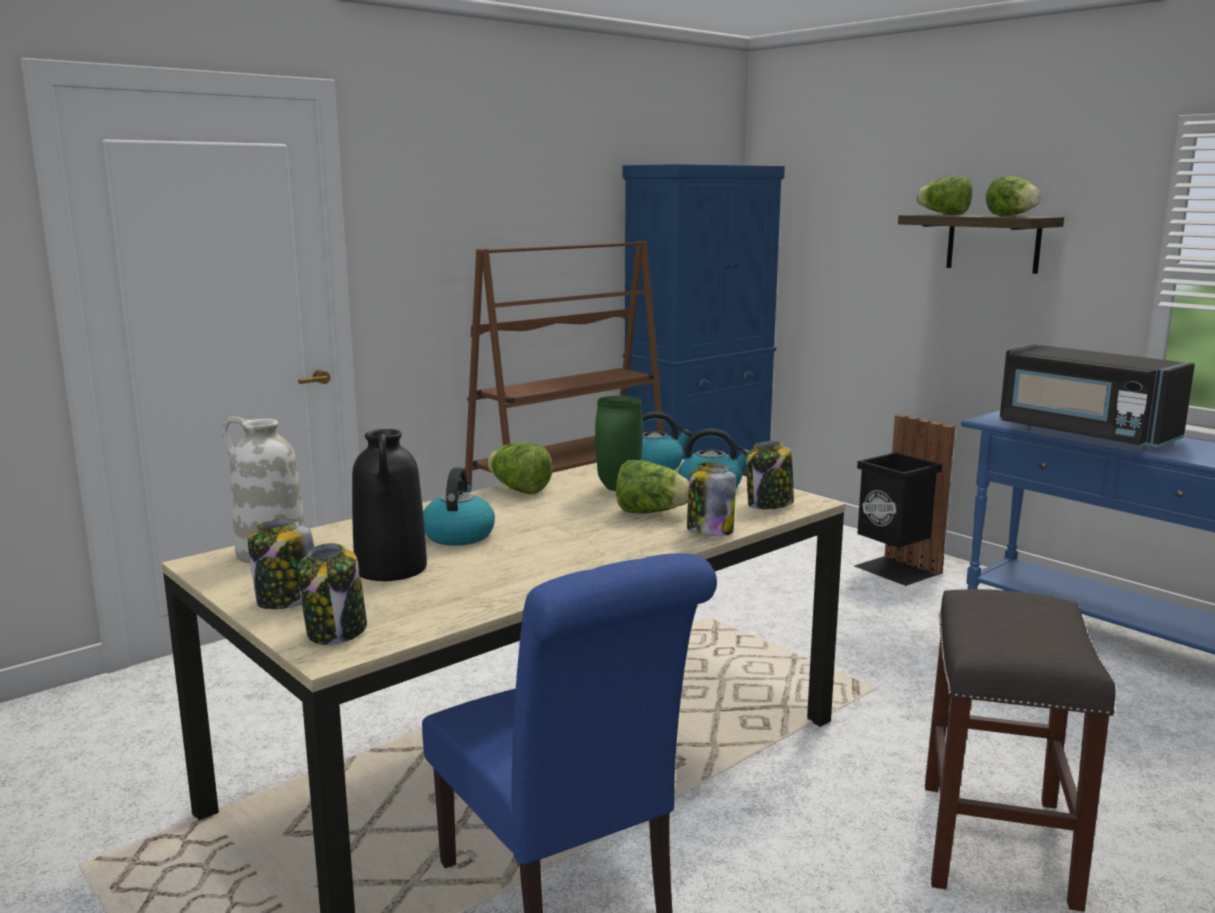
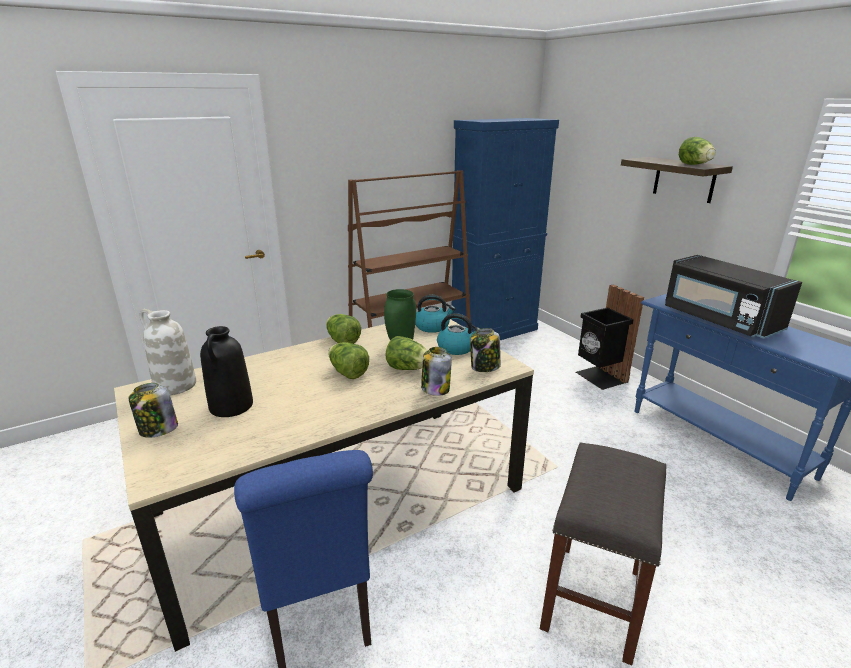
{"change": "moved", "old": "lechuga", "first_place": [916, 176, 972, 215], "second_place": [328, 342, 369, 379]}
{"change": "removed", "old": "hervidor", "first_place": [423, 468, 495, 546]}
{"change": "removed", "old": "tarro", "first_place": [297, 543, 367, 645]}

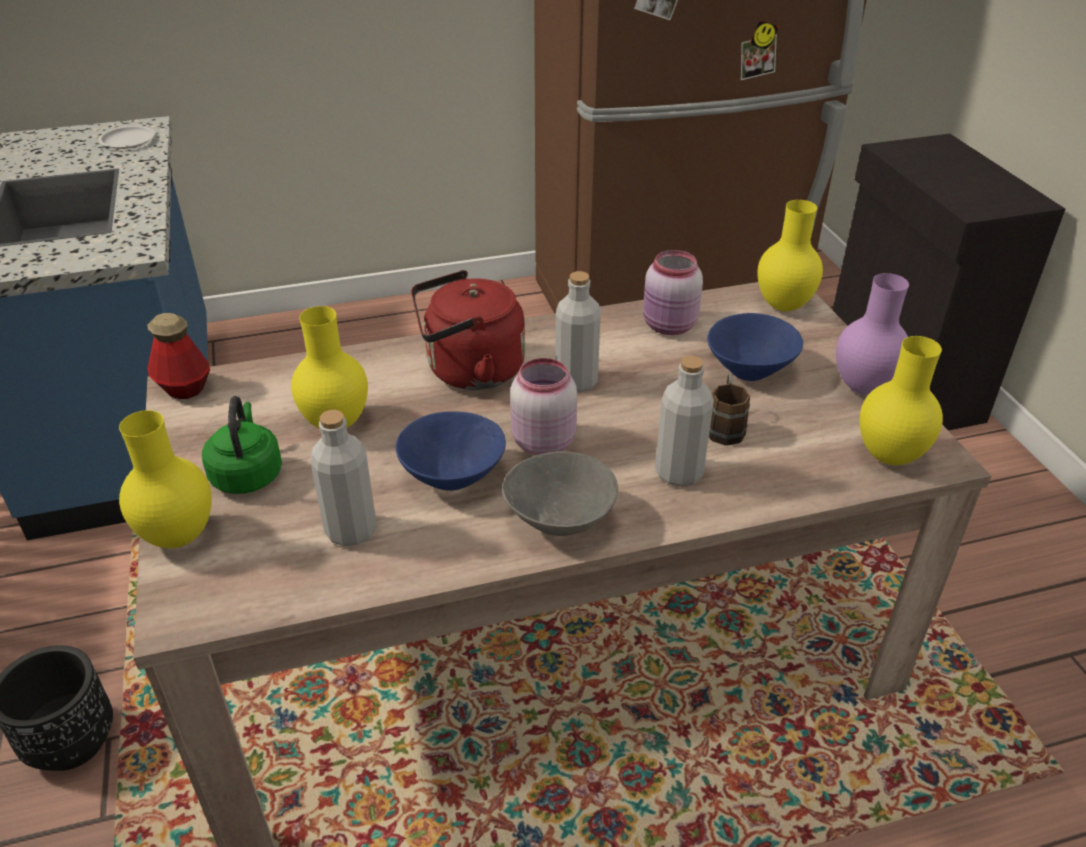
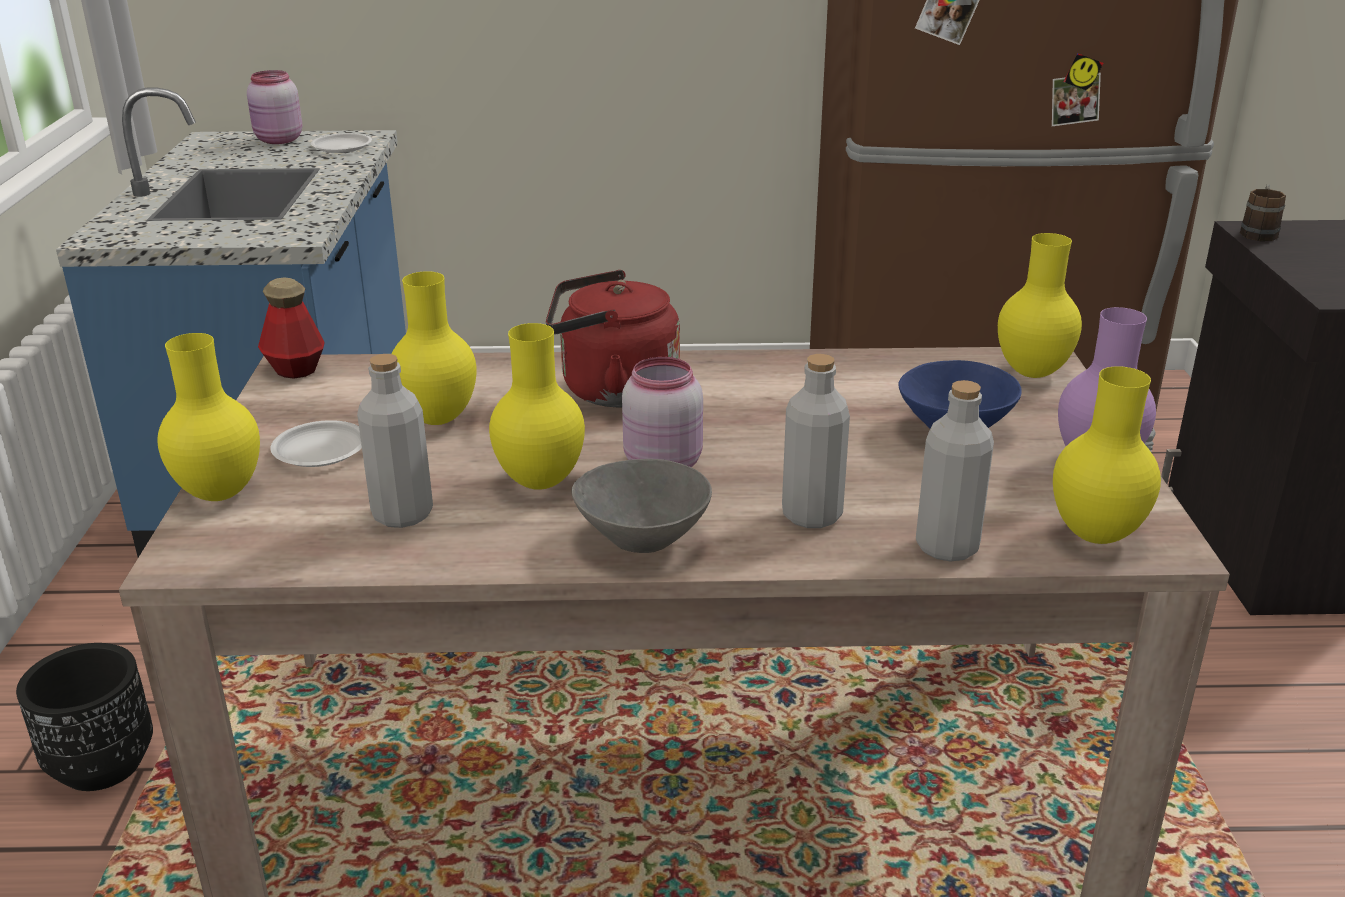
{"change": "moved", "old": "tarro (rosa)", "first_place": [643, 250, 703, 335], "second_place": [247, 70, 302, 144]}
{"change": "moved", "old": "botella (gris)", "first_place": [555, 271, 601, 393], "second_place": [916, 380, 994, 562]}
{"change": "moved", "old": "taza grande (marrón)", "first_place": [709, 374, 750, 446], "second_place": [1240, 185, 1286, 241]}
{"change": "replaced", "old": "hervidor (verde)", "new": "plato (blanco)", "first_place": [202, 396, 282, 494], "second_place": [271, 420, 362, 467]}
{"change": "replaced", "old": "cuenco (azul)", "new": "florero (amarillo)", "first_place": [396, 411, 506, 491], "second_place": [489, 323, 585, 490]}

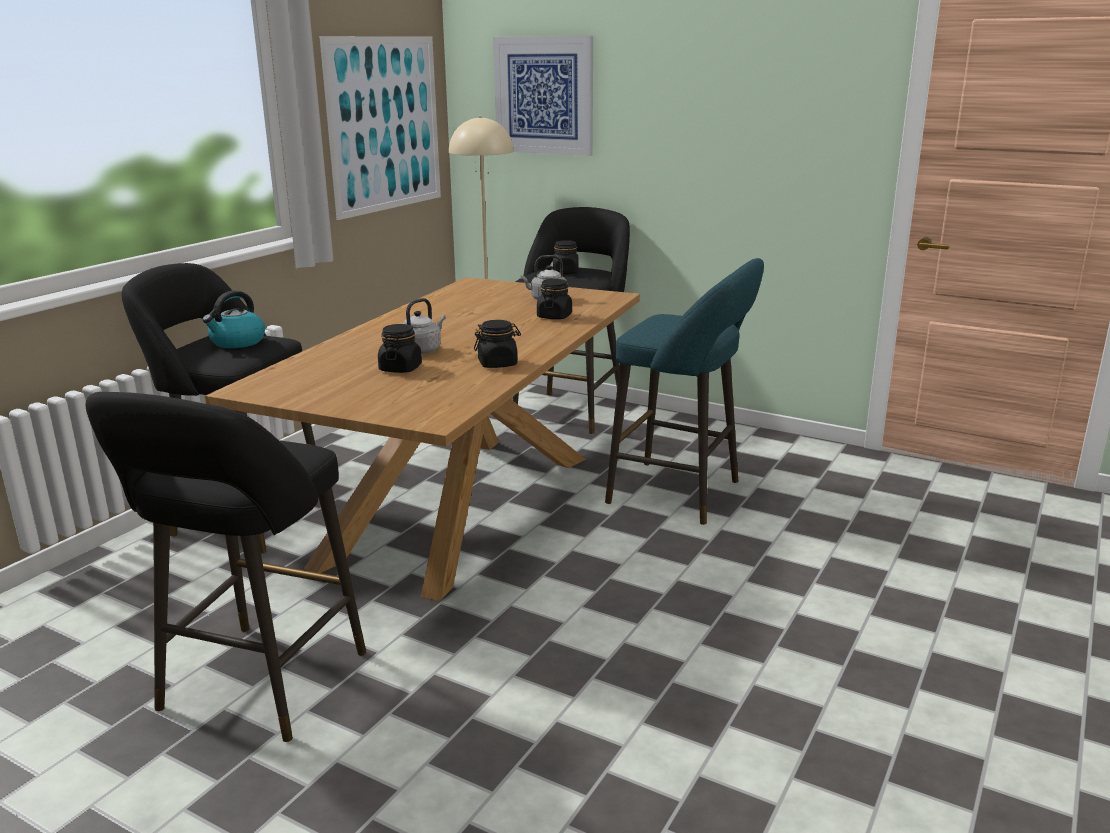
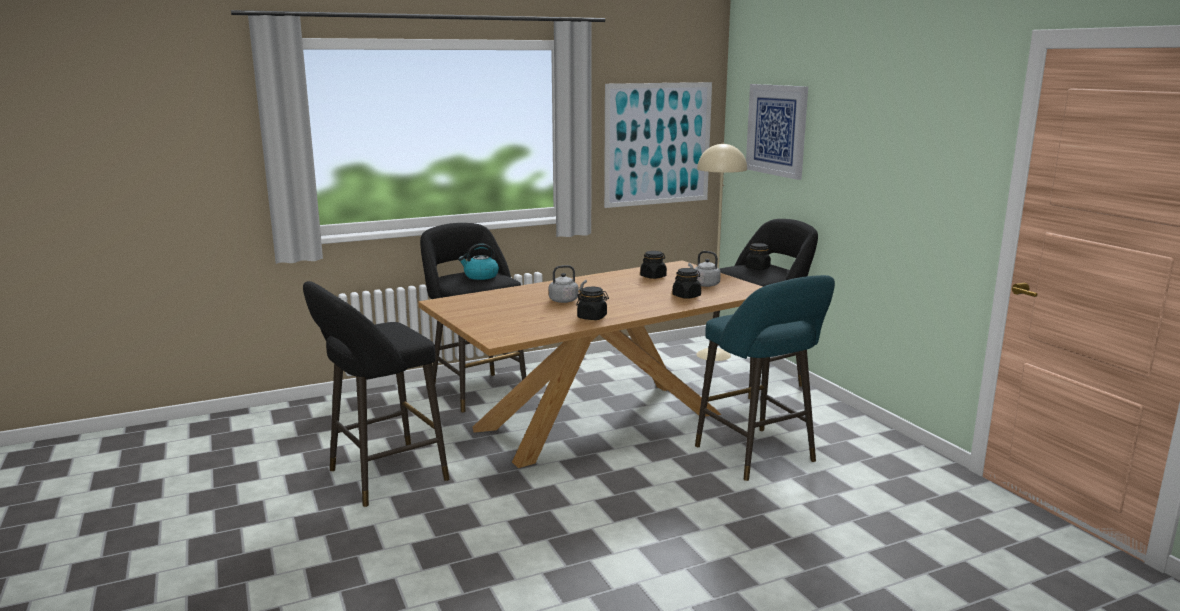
{"change": "moved", "old": "tarro (negro)", "first_place": [378, 324, 422, 373], "second_place": [640, 251, 667, 279]}

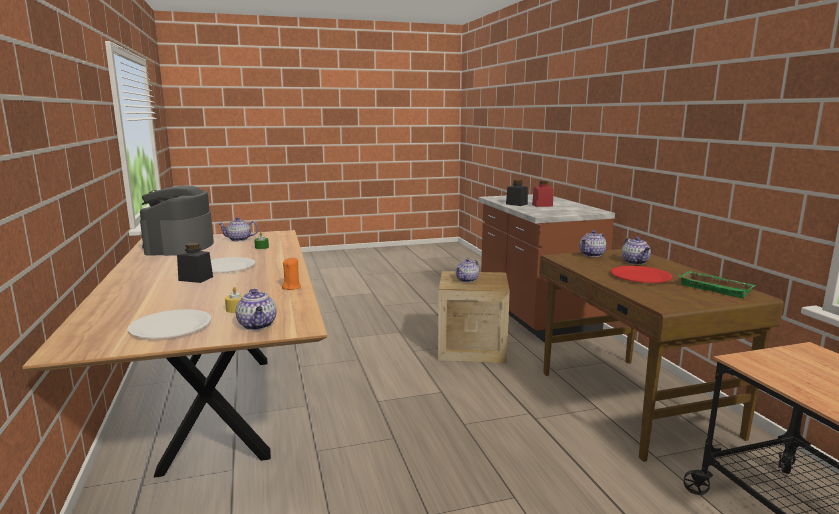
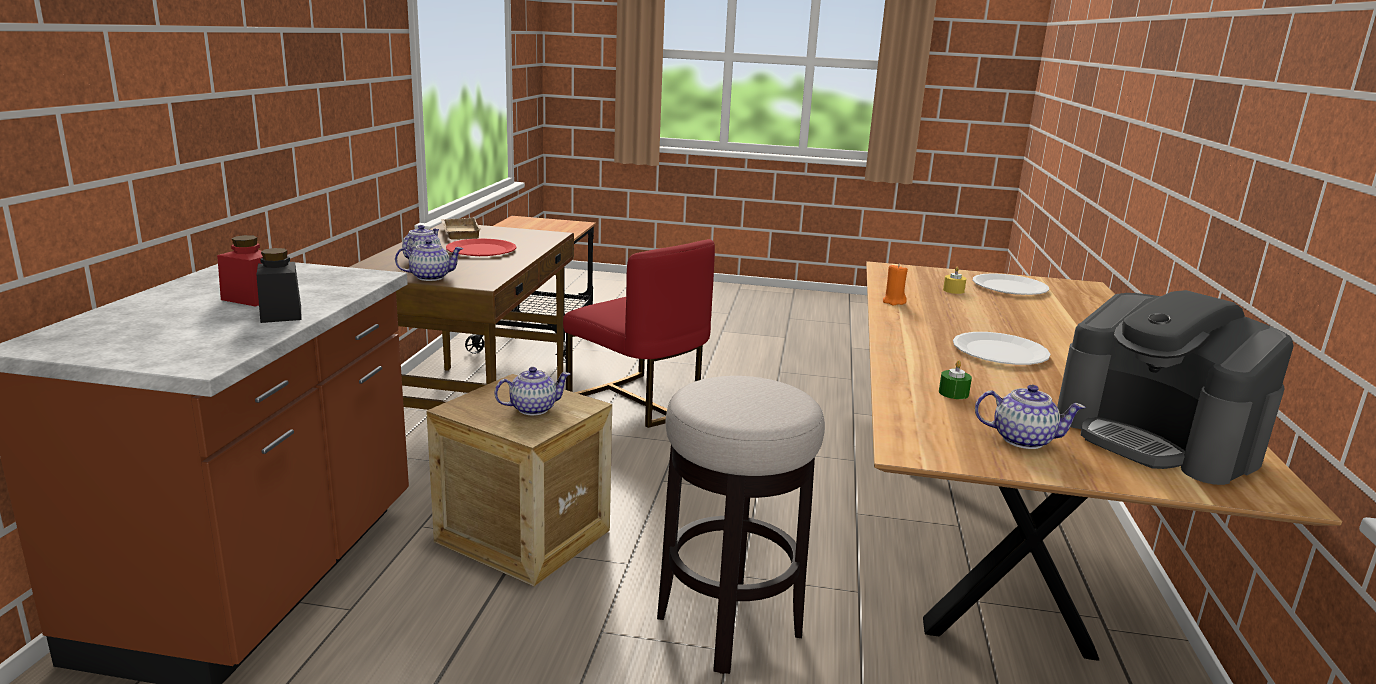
{"change": "turned", "old": "cafetera", "first_place": [140, 185, 214, 256], "second_place": [1057, 290, 1294, 485], "degrees": 120}
{"change": "removed", "old": "tarro (negro)", "first_place": [177, 243, 213, 283]}
{"change": "recoloured", "old": "bandeja (verde)", "new": "bandeja (beis)", "first_place": [680, 271, 756, 298], "second_place": [441, 218, 482, 240]}
{"change": "removed", "old": "tetera", "first_place": [236, 289, 277, 330]}
{"change": "added", "new": "silla (rojo)", "second_place": [563, 239, 715, 428]}
{"change": "added", "new": "taburete", "second_place": [657, 376, 825, 674]}

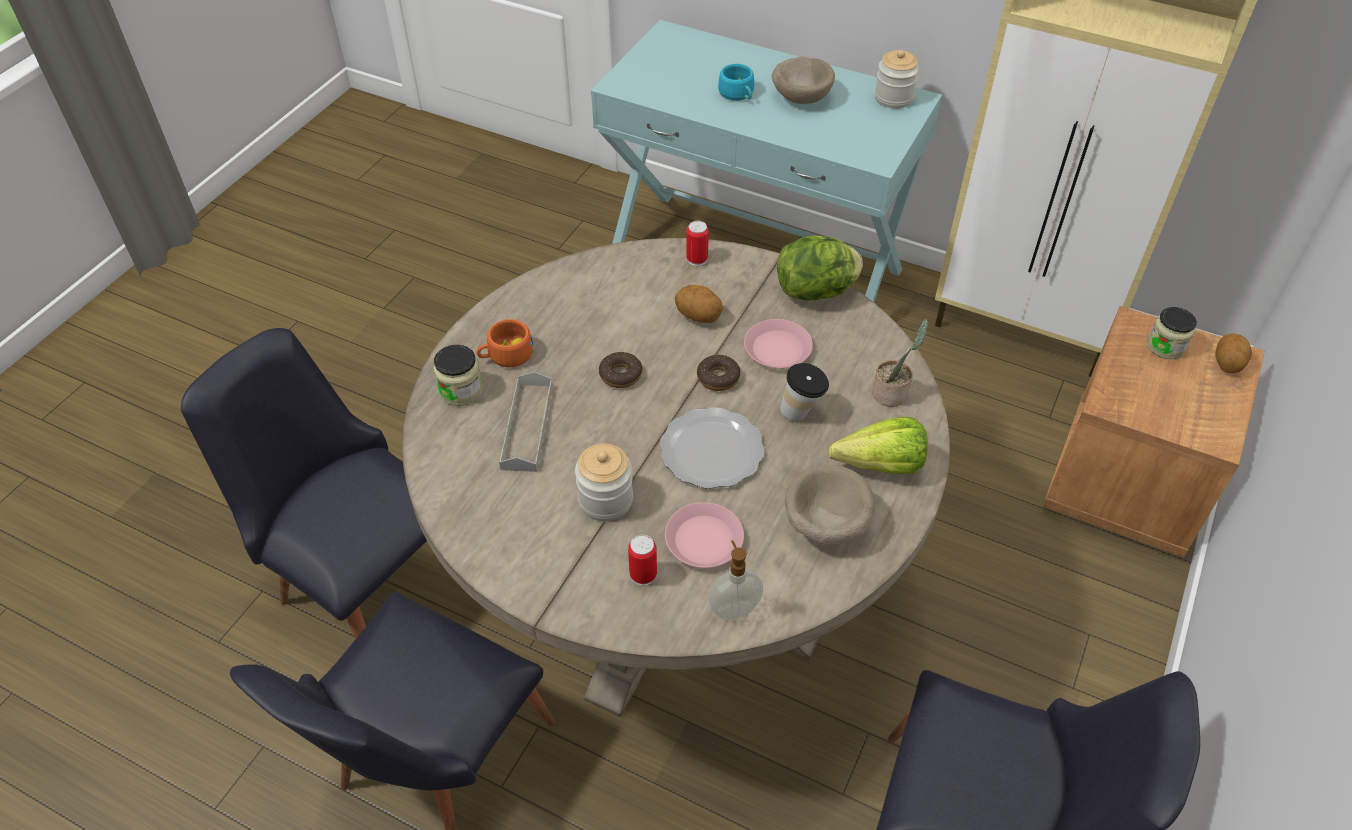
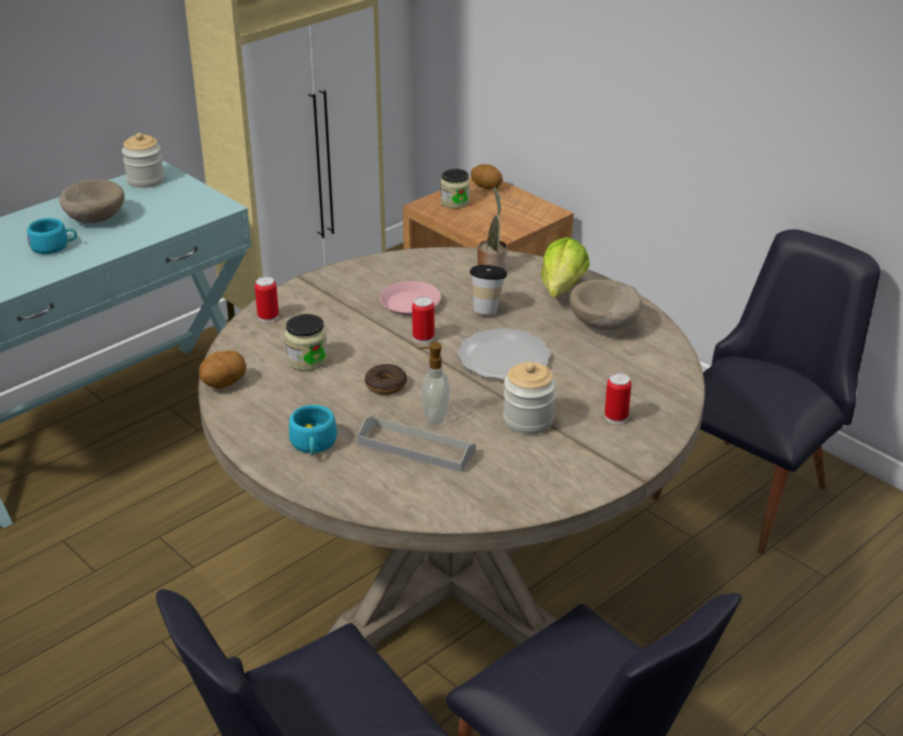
{"change": "removed", "old": "lechuga", "first_place": [777, 236, 863, 300]}
{"change": "moved", "old": "patata", "first_place": [675, 285, 723, 323], "second_place": [199, 351, 246, 389]}
{"change": "recoloured", "old": "taza (naranja)", "new": "taza (turquesa)", "first_place": [477, 319, 533, 367], "second_place": [289, 405, 337, 455]}
{"change": "moved", "old": "tarro", "first_place": [434, 345, 483, 406], "second_place": [285, 314, 328, 371]}
{"change": "replaced", "old": "rosquilla", "new": "lata", "first_place": [697, 355, 740, 391], "second_place": [412, 297, 434, 343]}
{"change": "removed", "old": "plato (rosa)", "first_place": [665, 502, 744, 568]}
{"change": "moved", "old": "dispensador de jabón", "first_place": [709, 540, 763, 620], "second_place": [419, 342, 449, 425]}

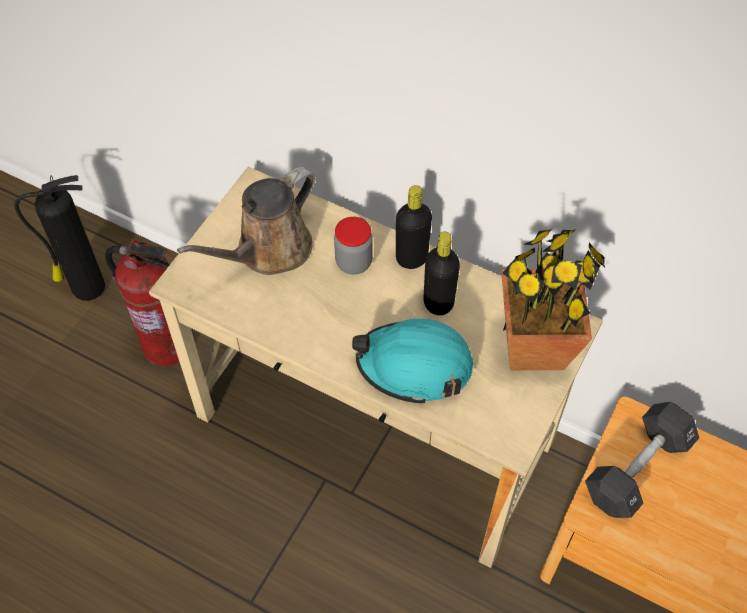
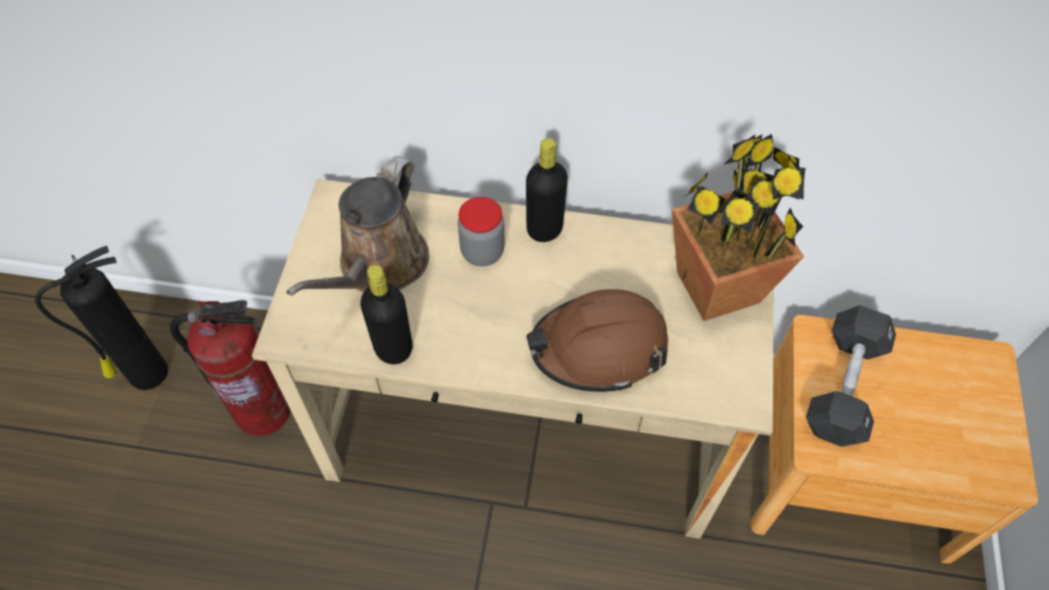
{"change": "moved", "old": "botella (negro)", "first_place": [423, 232, 460, 315], "second_place": [360, 265, 412, 364]}
{"change": "recoloured", "old": "casco (turquesa)", "new": "casco (marrón)", "first_place": [352, 319, 473, 404], "second_place": [526, 289, 668, 392]}

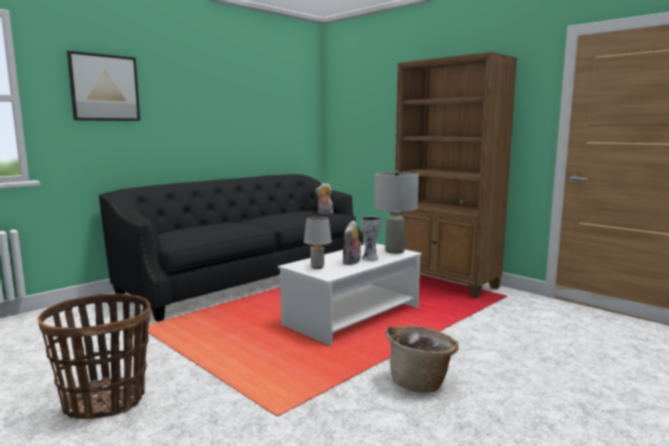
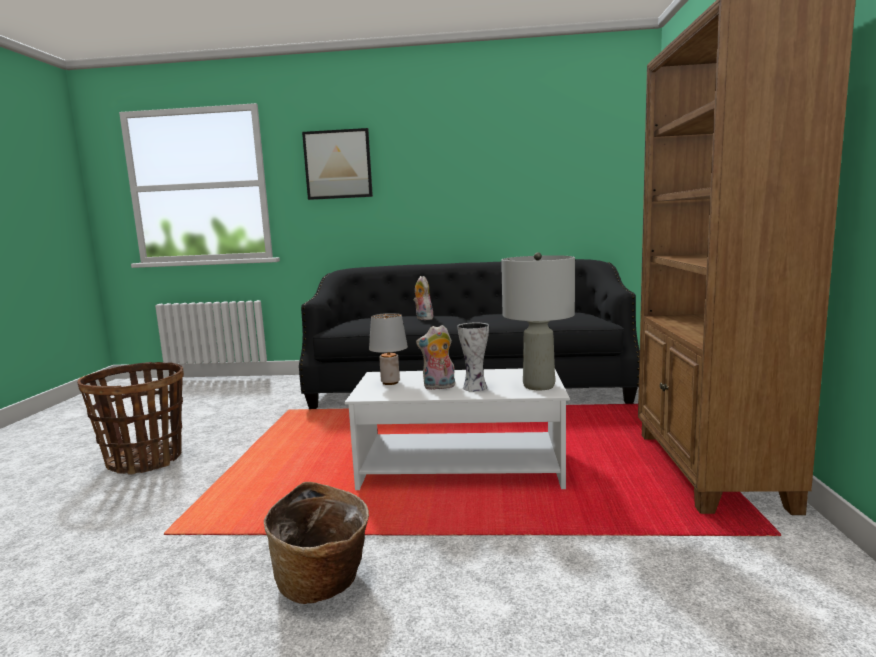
{"change": "moved", "old": "peluche", "first_place": [315, 183, 333, 214], "second_place": [413, 276, 433, 320]}

